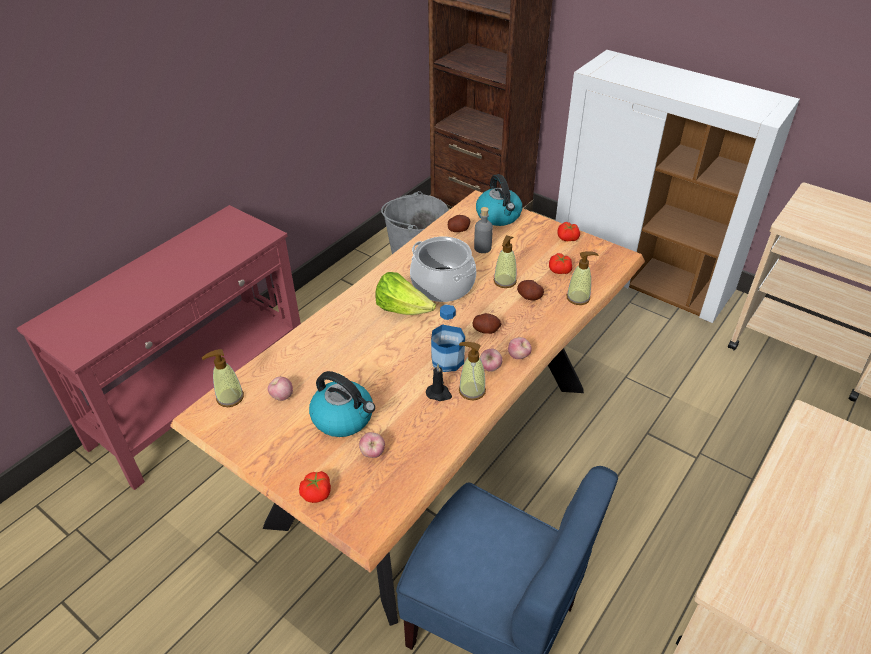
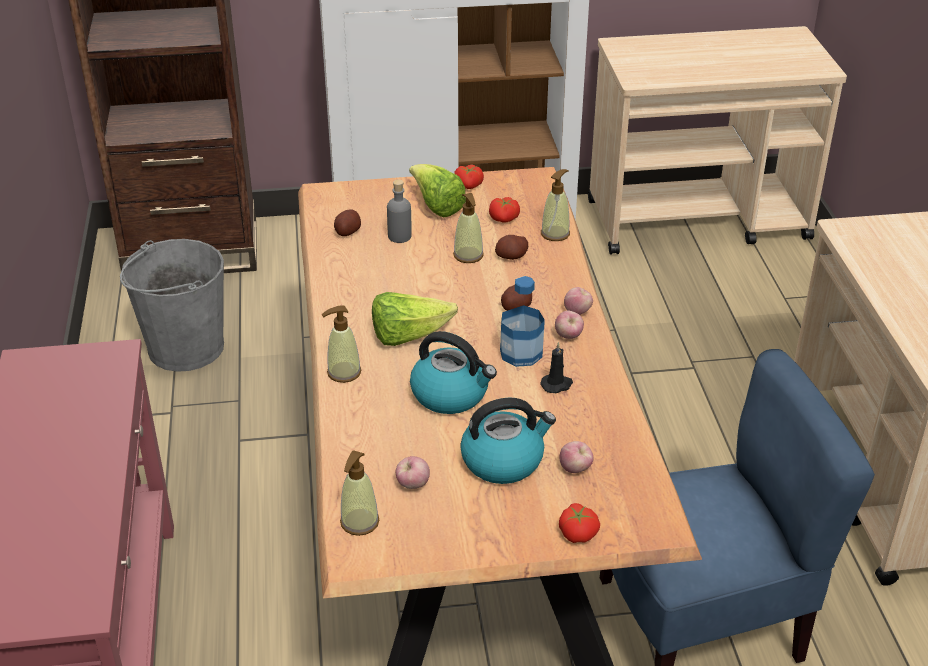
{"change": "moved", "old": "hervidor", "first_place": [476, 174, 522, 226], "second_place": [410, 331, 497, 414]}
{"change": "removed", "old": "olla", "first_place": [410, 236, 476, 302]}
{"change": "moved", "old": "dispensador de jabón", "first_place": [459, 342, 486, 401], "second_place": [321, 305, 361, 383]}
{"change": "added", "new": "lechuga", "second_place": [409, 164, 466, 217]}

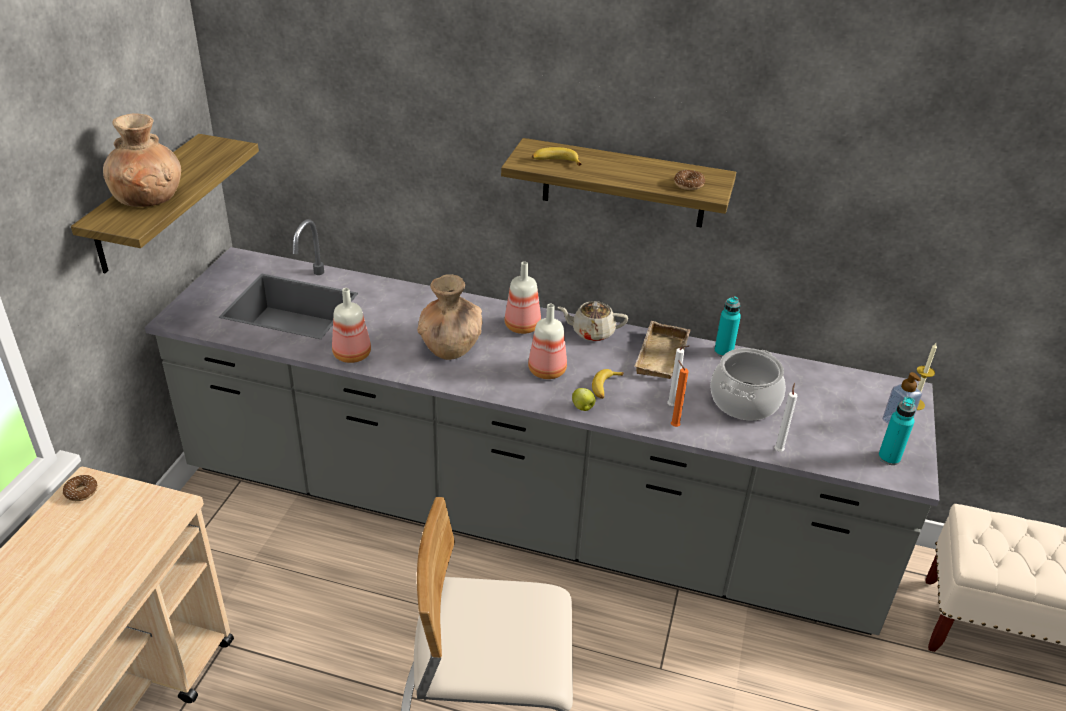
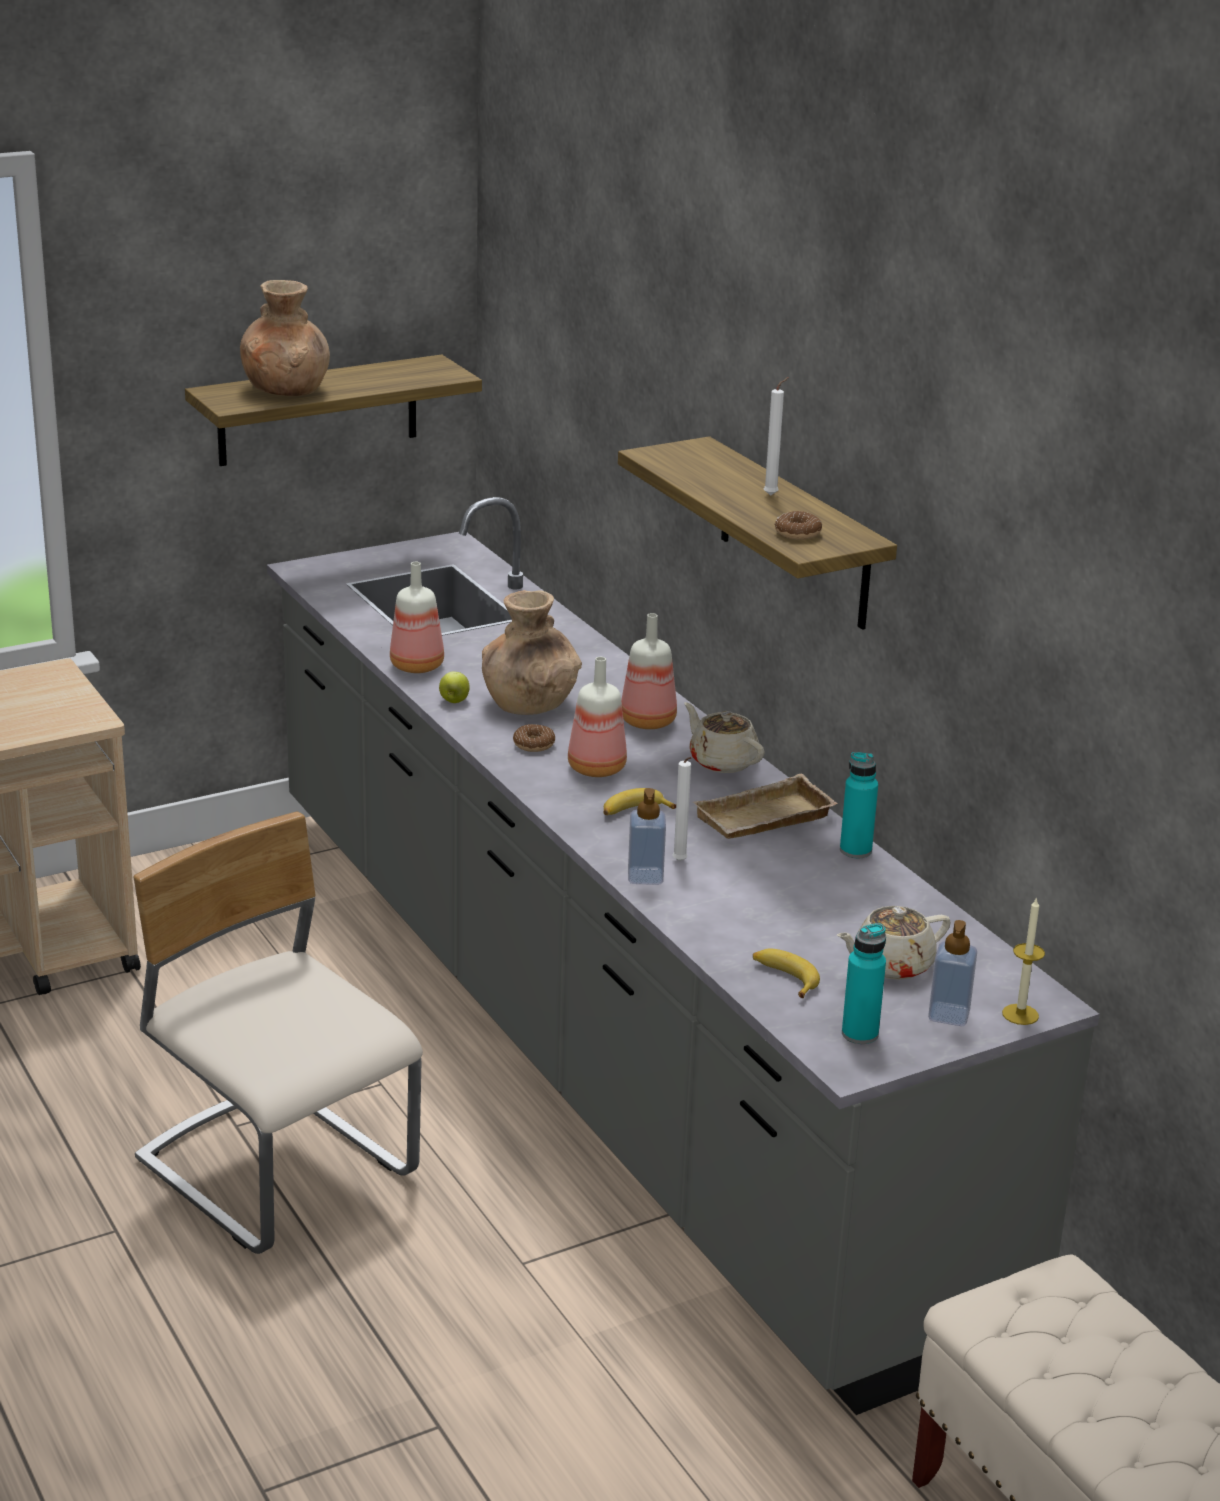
{"change": "moved", "old": "plátano", "first_place": [532, 147, 582, 166], "second_place": [753, 949, 820, 998]}
{"change": "removed", "old": "olla", "first_place": [710, 348, 786, 420]}
{"change": "replaced", "old": "vela (naranja)", "new": "dispensador de jabón", "first_place": [671, 360, 689, 427], "second_place": [628, 788, 666, 885]}
{"change": "moved", "old": "vela (blanco)", "first_place": [774, 383, 797, 451], "second_place": [764, 377, 789, 496]}
{"change": "moved", "old": "manzana", "first_place": [572, 388, 596, 411], "second_place": [439, 672, 470, 703]}
{"change": "moved", "old": "rosquilla", "first_place": [63, 475, 97, 501], "second_place": [513, 724, 555, 752]}
{"change": "added", "new": "tetera (beis)", "second_place": [837, 906, 951, 980]}

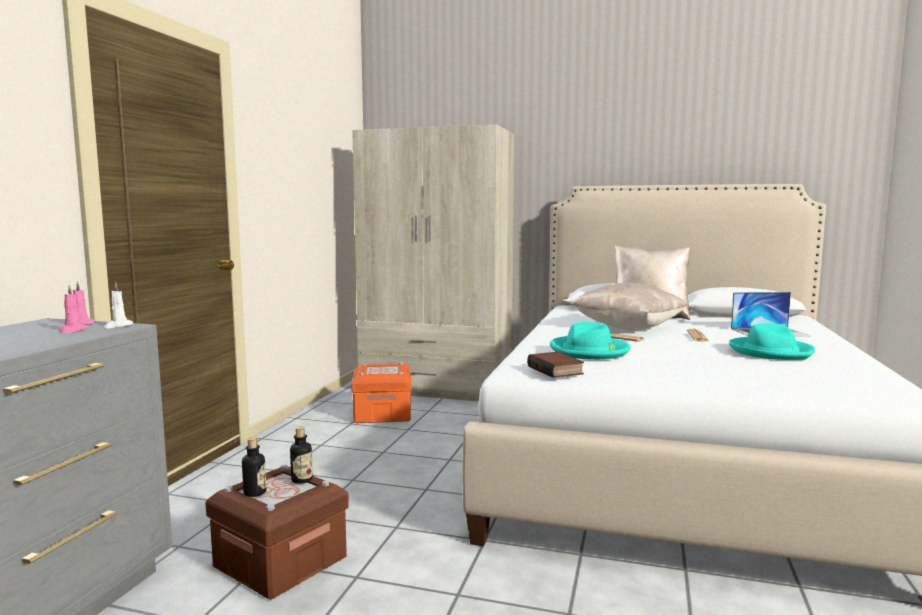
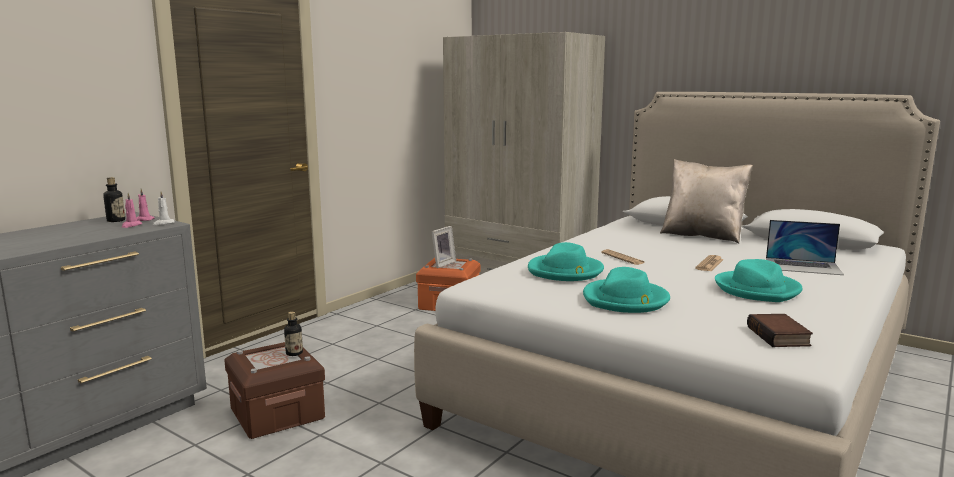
{"change": "removed", "old": "cojín (beis)", "first_place": [571, 283, 687, 330]}
{"change": "moved", "old": "libro", "first_place": [527, 352, 584, 378], "second_place": [747, 314, 813, 347]}
{"change": "moved", "old": "botella", "first_place": [242, 437, 266, 497], "second_place": [103, 177, 125, 222]}
{"change": "added", "new": "portarretratos", "second_place": [431, 226, 456, 268]}
{"change": "added", "new": "sombrero (turquesa)", "second_place": [583, 267, 670, 313]}

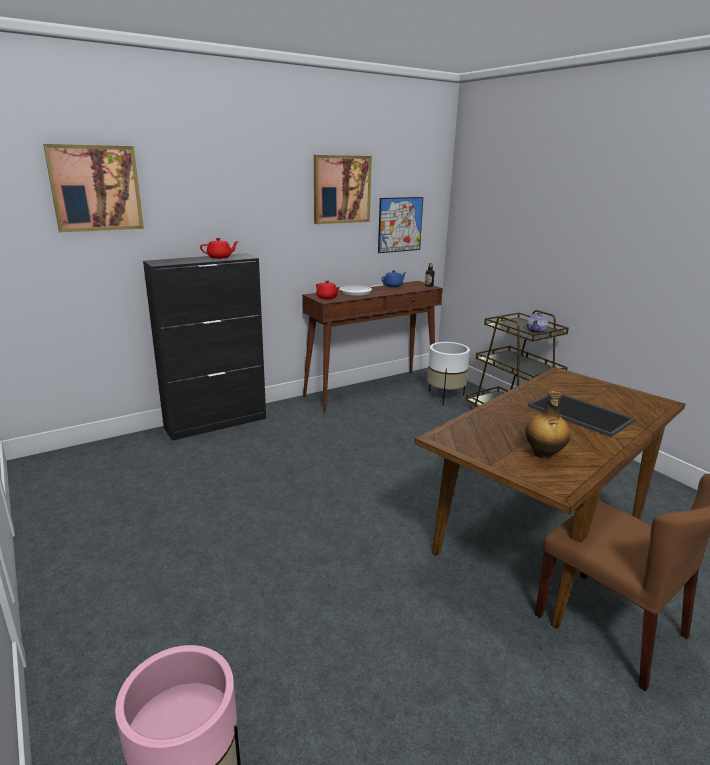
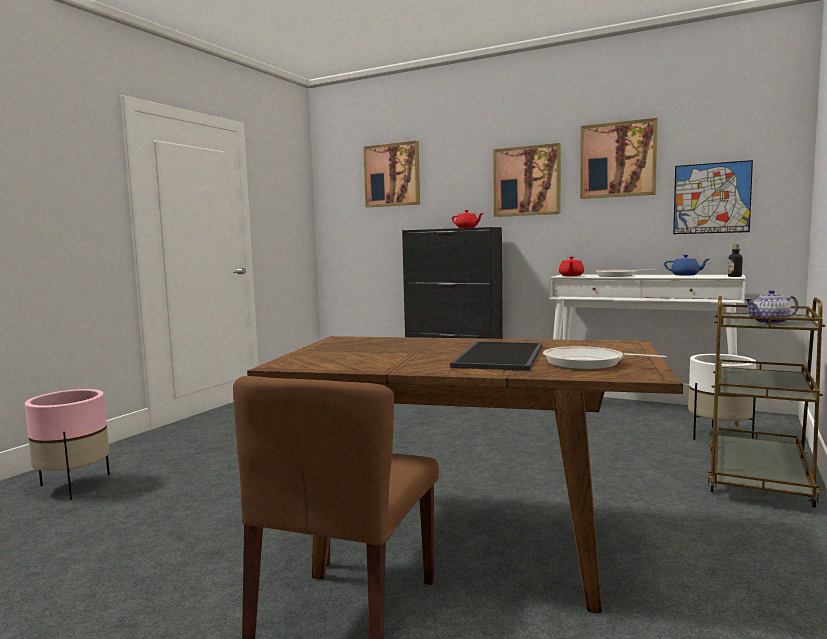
{"change": "recoloured", "old": "mesa consola (marrón)", "new": "mesa consola (blanco)", "first_place": [302, 281, 443, 412], "second_place": [549, 275, 746, 426]}
{"change": "removed", "old": "botella", "first_place": [525, 391, 570, 459]}
{"change": "added", "new": "cuadro", "second_place": [493, 143, 561, 217]}
{"change": "added", "new": "sartén", "second_place": [543, 346, 667, 369]}

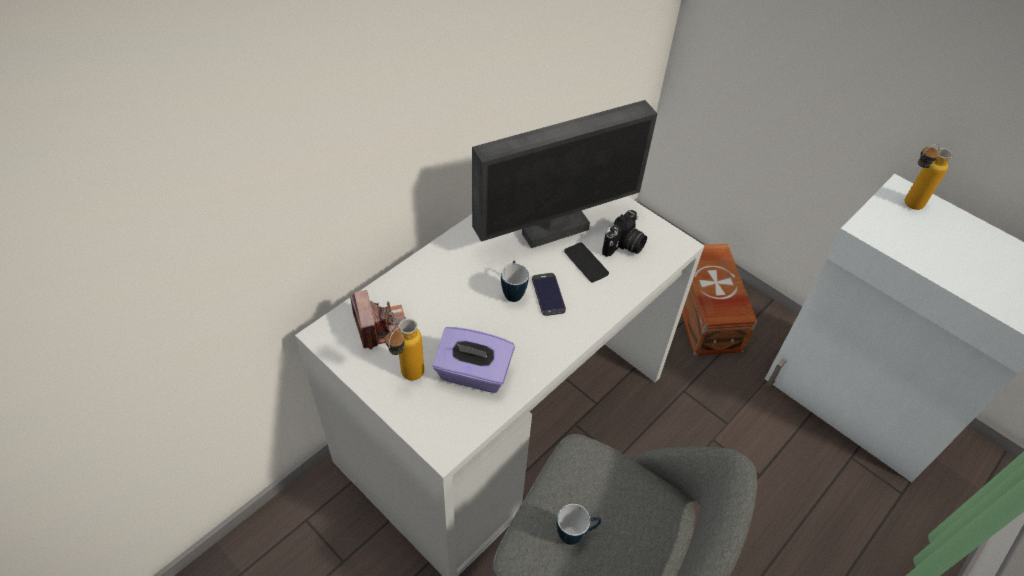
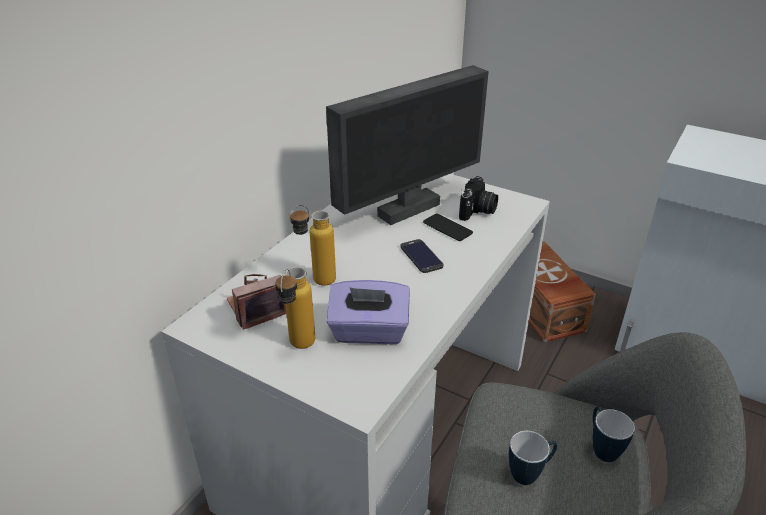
{"change": "moved", "old": "botella", "first_place": [905, 144, 953, 210], "second_place": [289, 205, 336, 286]}
{"change": "moved", "old": "taza grande", "first_place": [501, 261, 529, 302], "second_place": [593, 406, 635, 462]}
{"change": "turned", "old": "cámara", "first_place": [350, 290, 406, 350], "second_place": [226, 274, 286, 330], "degrees": -90}

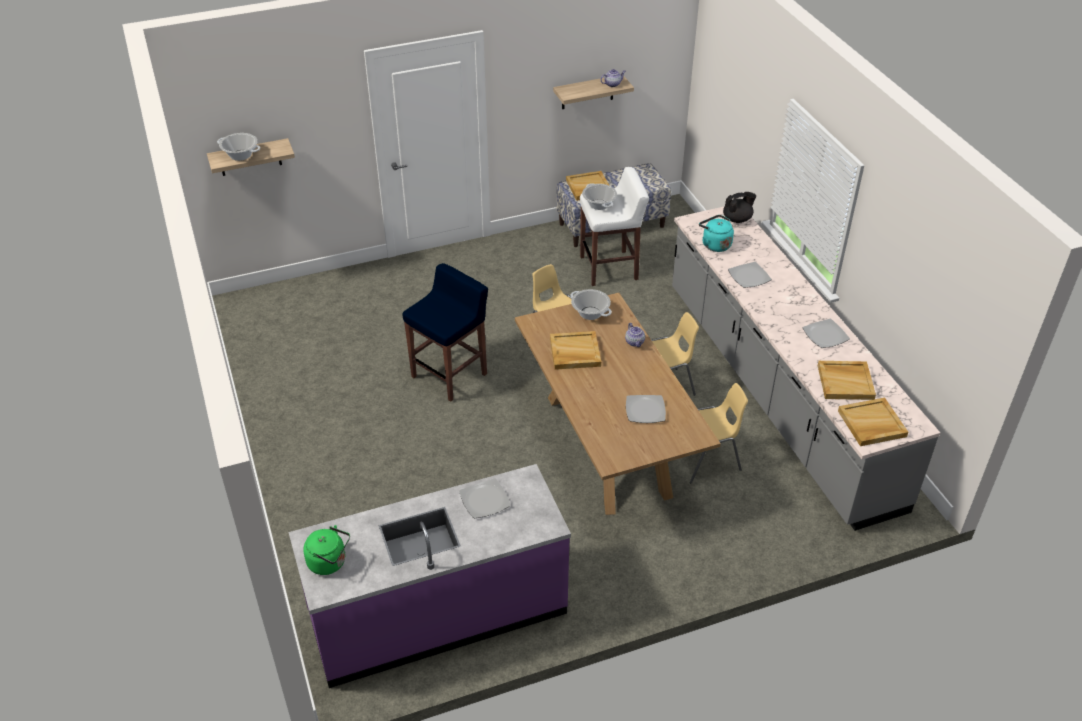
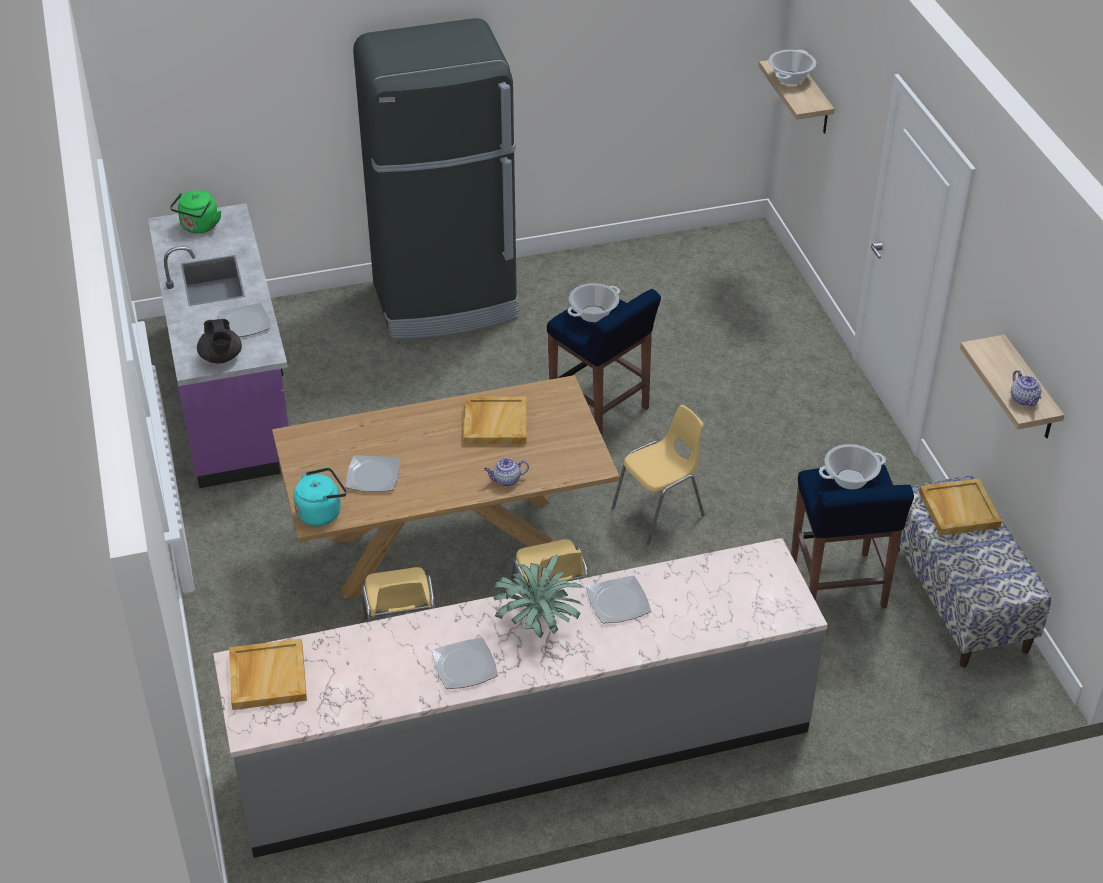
{"change": "recoloured", "old": "taburete (blanco)", "new": "taburete (azul)", "first_place": [580, 167, 649, 286], "second_place": [791, 464, 914, 608]}
{"change": "moved", "old": "tetera (negro)", "first_place": [723, 192, 756, 223], "second_place": [197, 319, 242, 364]}
{"change": "moved", "old": "hervidor (turquesa)", "first_place": [699, 215, 734, 252], "second_place": [293, 467, 347, 526]}
{"change": "moved", "old": "olla", "first_place": [570, 289, 612, 320], "second_place": [568, 283, 620, 322]}
{"change": "removed", "old": "bandeja (beis)", "first_place": [818, 361, 876, 400]}
{"change": "added", "new": "nevera (negro)", "second_place": [353, 18, 519, 339]}
{"change": "added", "new": "planta en maceta", "second_place": [493, 555, 583, 638]}

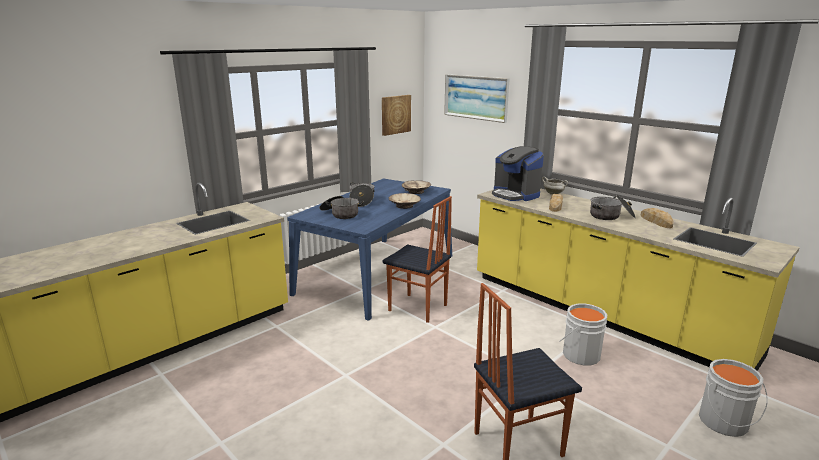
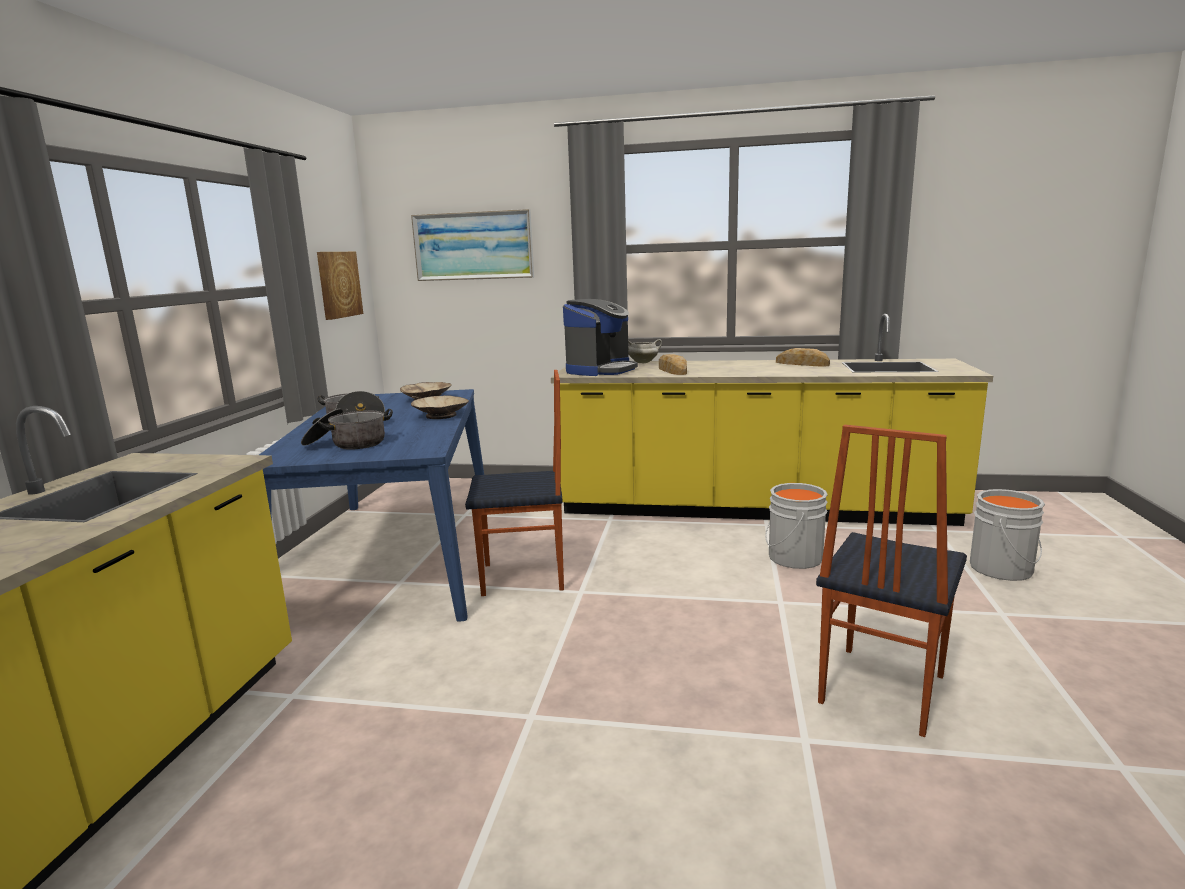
{"change": "turned", "old": "cafetera", "first_place": [492, 146, 544, 201], "second_place": [563, 299, 638, 376], "degrees": -75}
{"change": "removed", "old": "olla", "first_place": [590, 195, 636, 220]}

